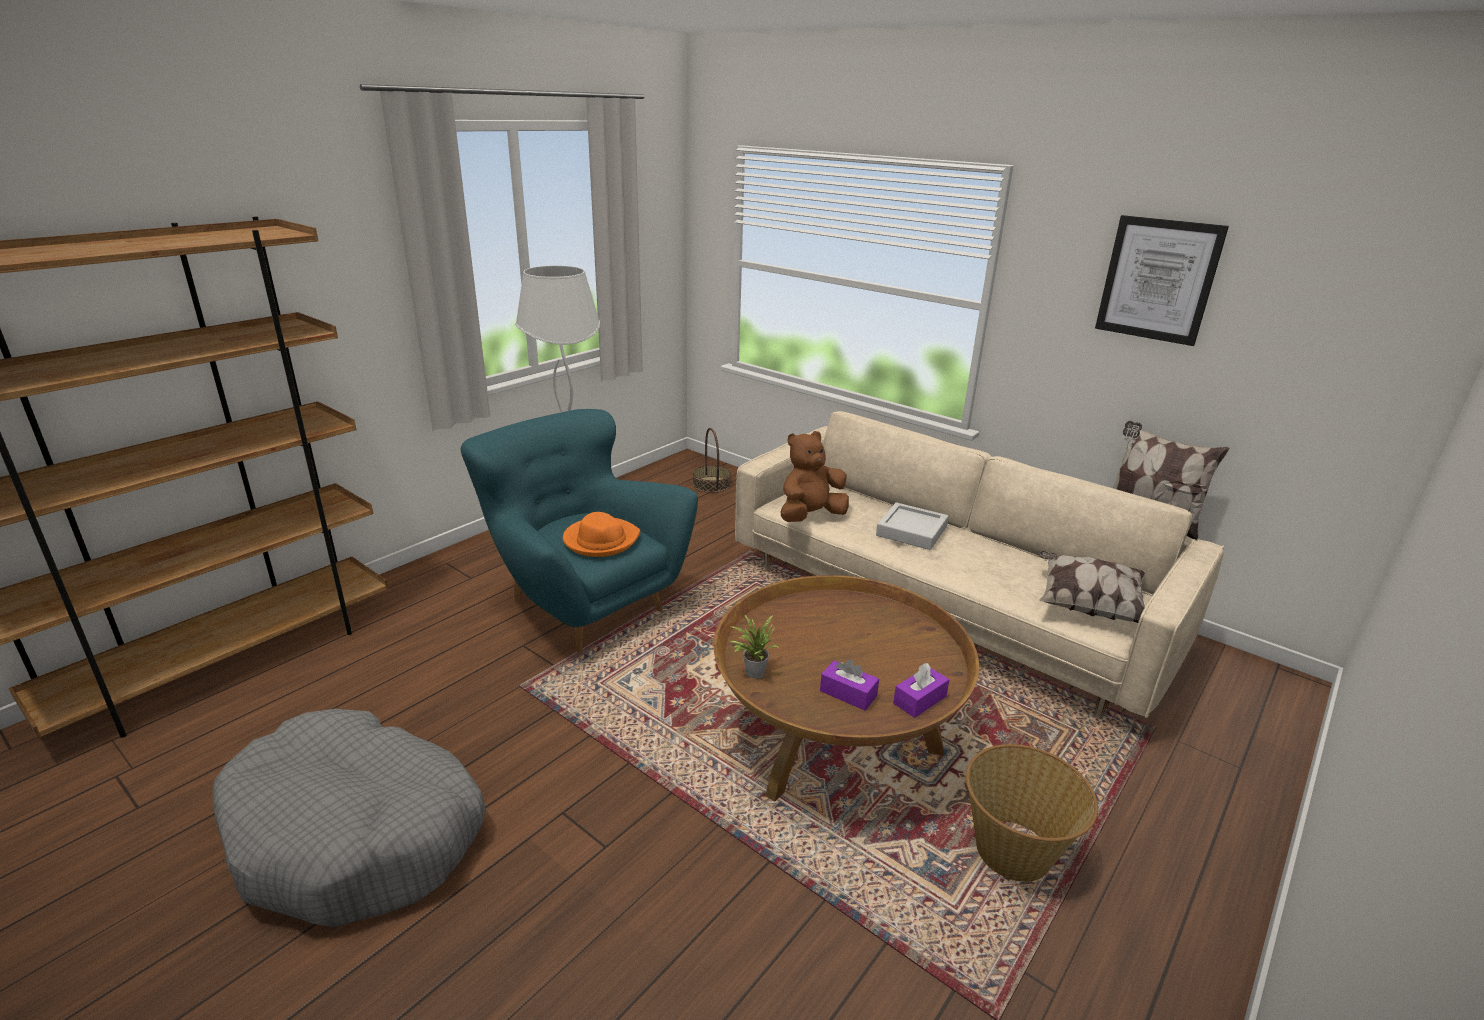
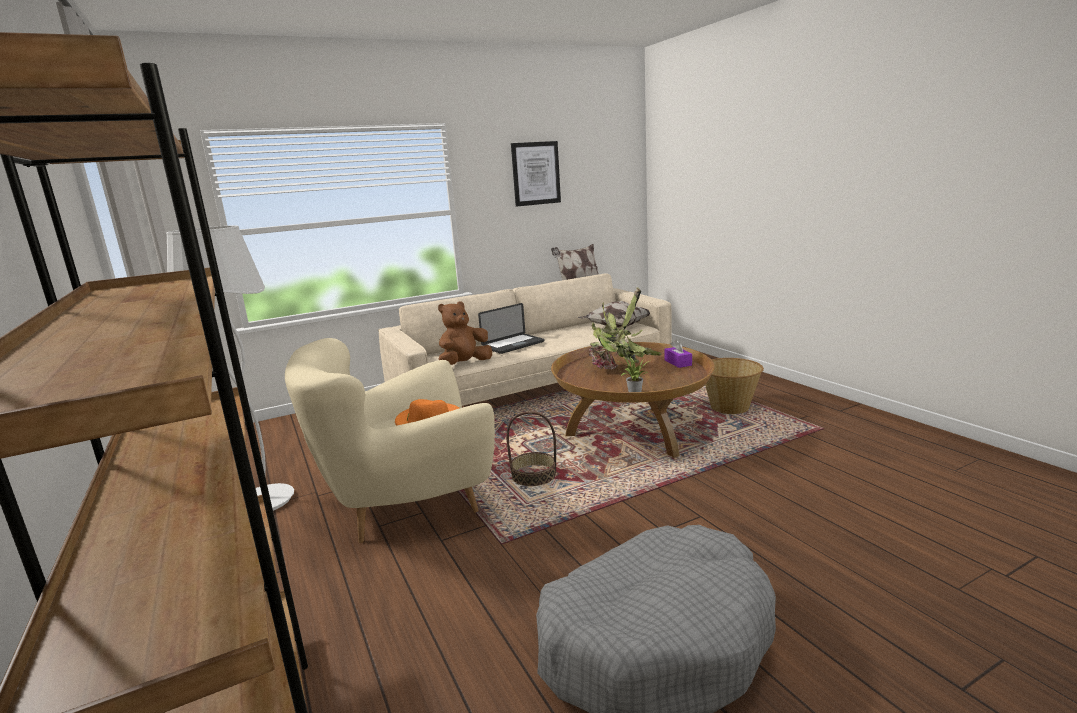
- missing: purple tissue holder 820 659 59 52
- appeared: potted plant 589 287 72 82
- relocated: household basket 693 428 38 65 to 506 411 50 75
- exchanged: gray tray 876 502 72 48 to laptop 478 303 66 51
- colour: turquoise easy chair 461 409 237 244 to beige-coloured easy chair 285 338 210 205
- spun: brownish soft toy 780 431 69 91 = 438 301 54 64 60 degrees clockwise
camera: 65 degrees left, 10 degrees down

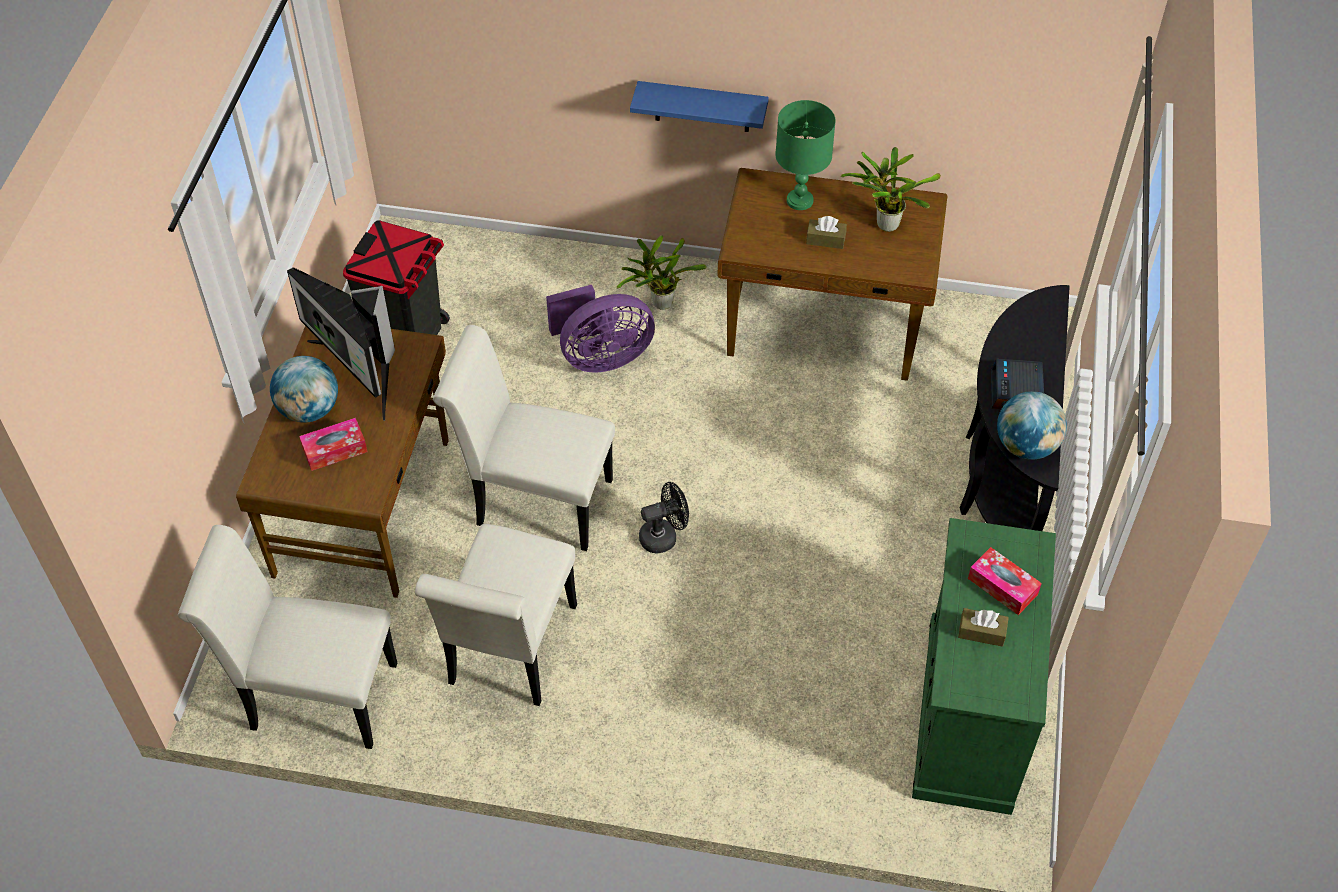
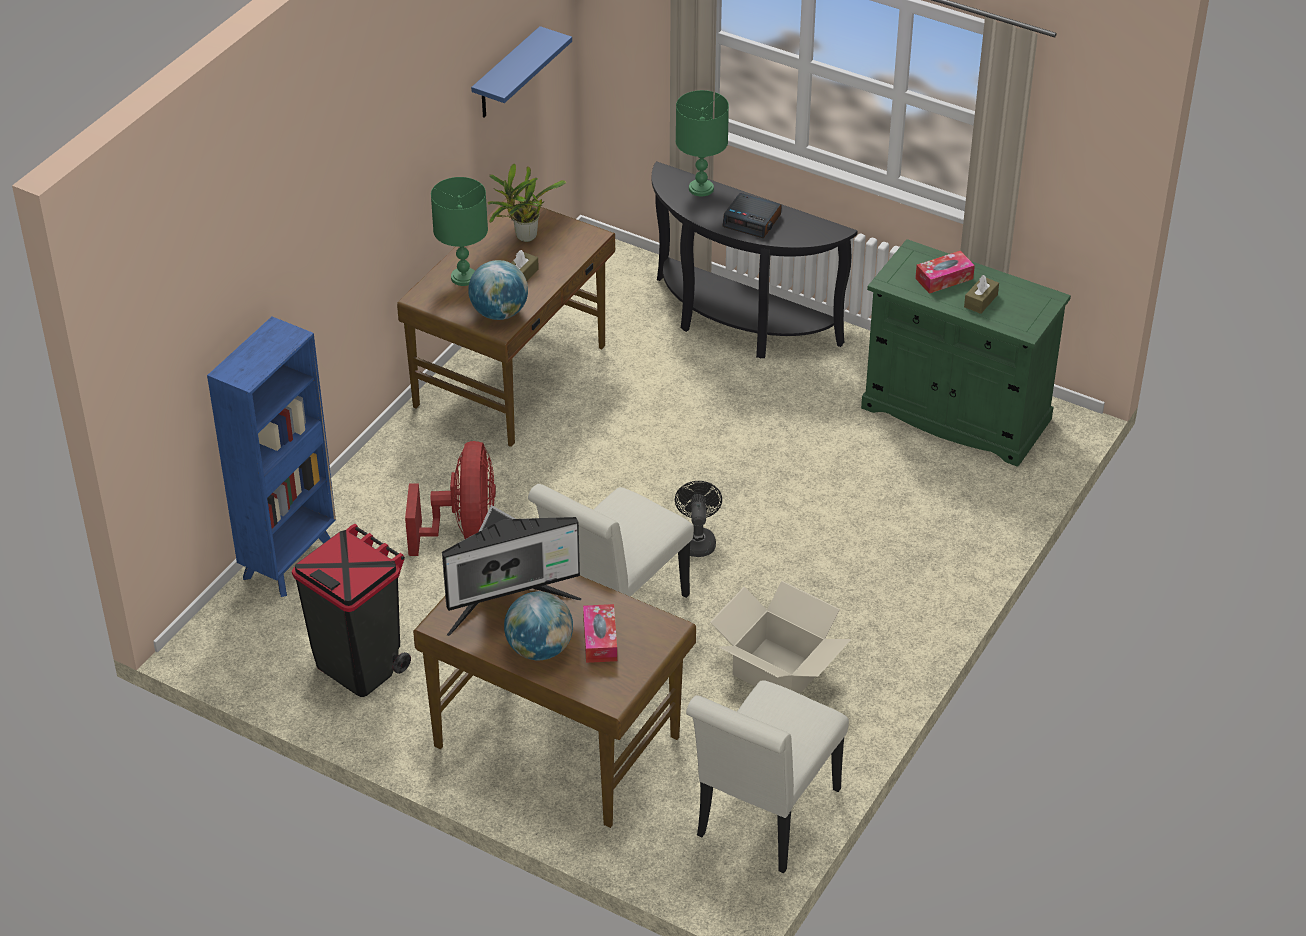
- missing: potted plant 617 235 90 75
- appeared: blue bookcase 207 317 129 280
- appeared: greenish lamp for a table 676 90 53 106
- relocated: blue shelf 630 81 139 51 to 471 26 101 92
- relocated: globe 997 391 70 69 to 468 260 60 60
- exchanged: white-coloured upright chair 415 524 162 182 to packing box 710 581 141 113
- colour: purple electric fan 546 285 109 88 to reddish electric fan 405 441 91 115
camera: 70 degrees left, 10 degrees down

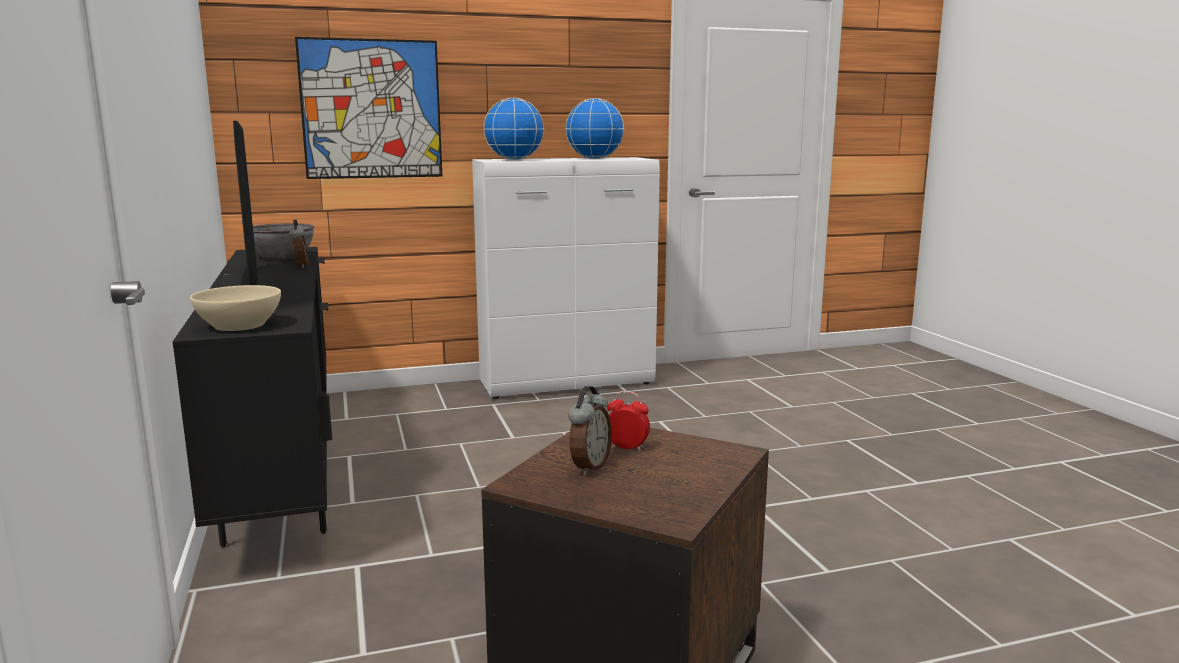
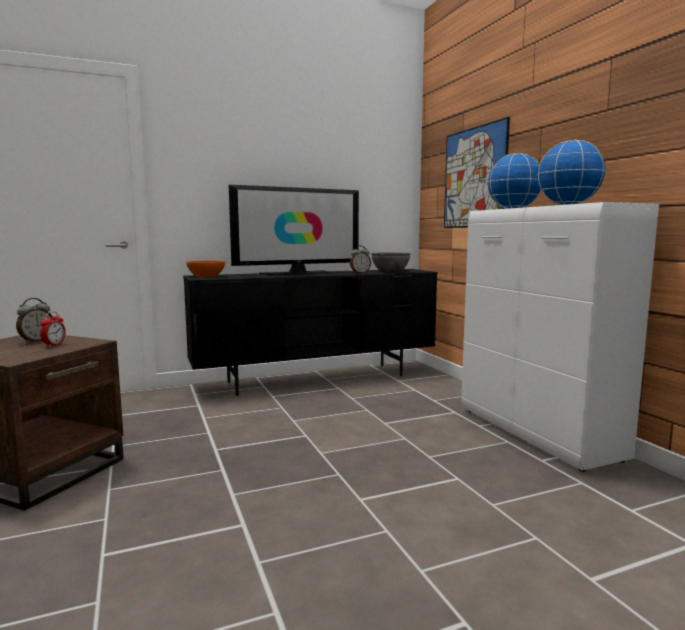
- colour: beige-coloured bowl 190 285 91 46 to orange bowl 186 261 39 16
- spun: bedside clock 568 386 44 89 = 16 298 37 45 75 degrees counterclockwise
camera: 85 degrees right, 5 degrees down

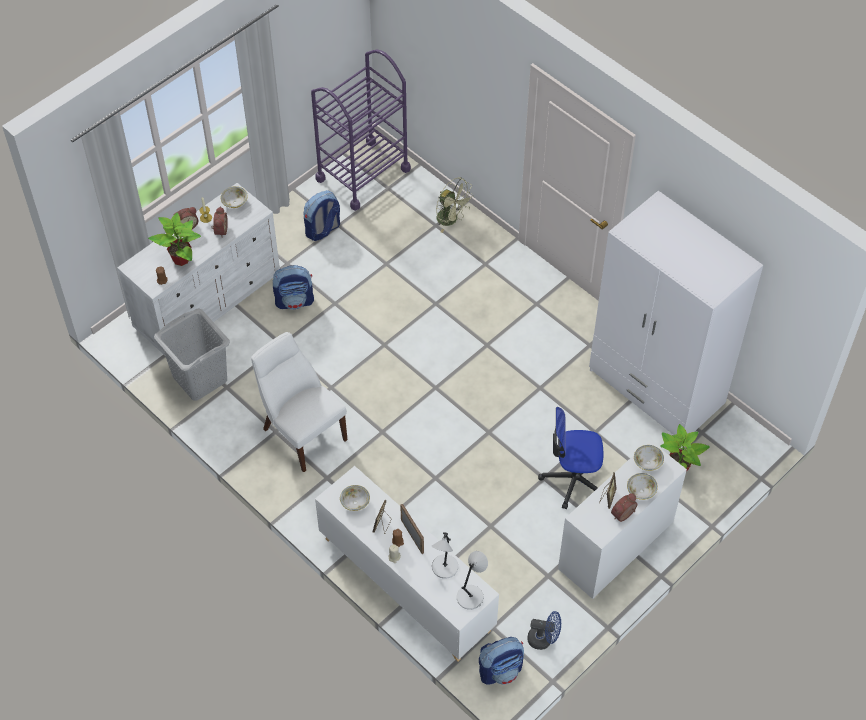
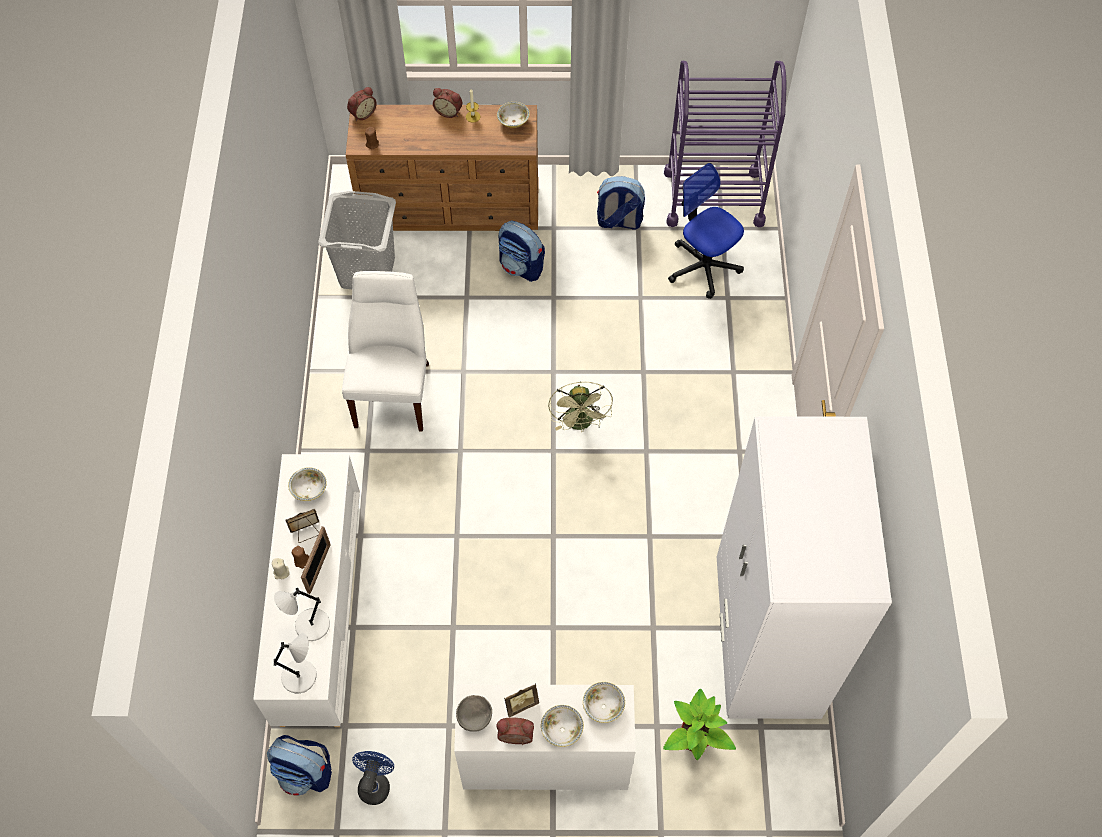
- missing: potted plant 148 213 53 53
- appeared: gray bowl 456 695 36 37
- relocated: bedside clock 211 207 17 30 to 347 87 30 34
- relocated: greenish electric fan 436 177 38 56 to 548 381 65 51
- relocated: office chair 538 407 65 102 to 668 163 76 136
- colour: white-coloured dresser 117 183 163 172 to brownish dresser 346 105 192 126
- spun: blue electric fan 527 611 34 39 = 352 751 42 54 135 degrees counterclockwise
camera: 45 degrees right, 5 degrees up

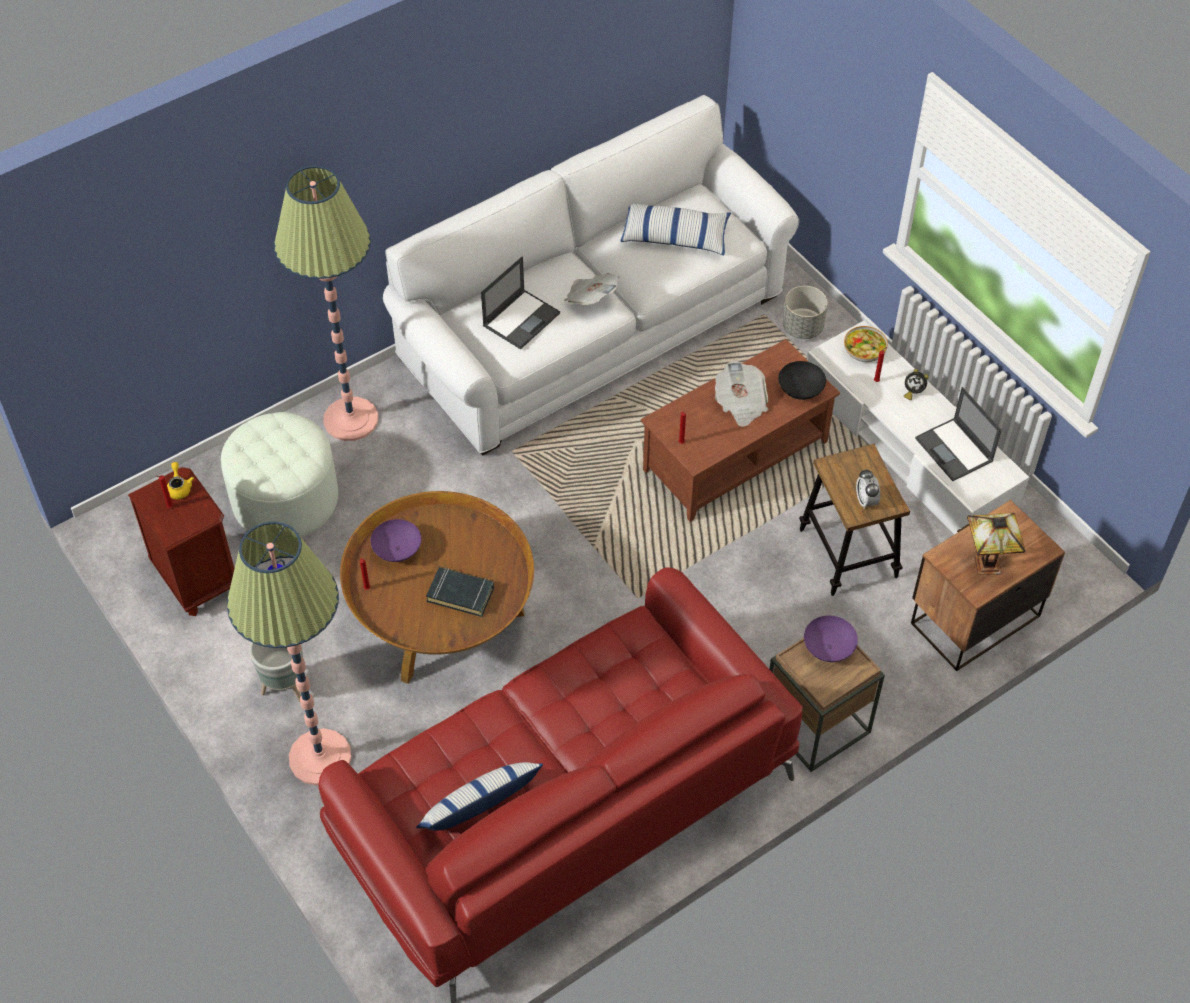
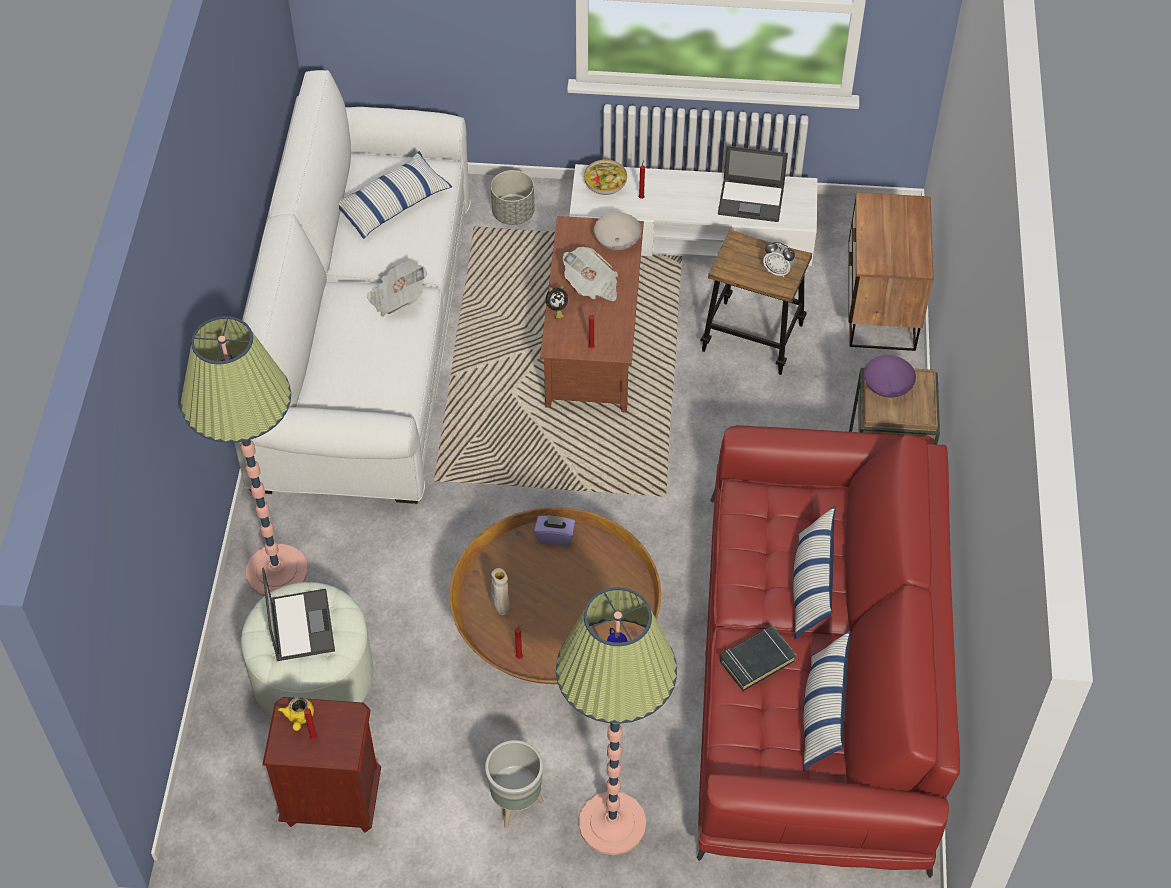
- missing: lamp for a table 967 513 58 62
- appeared: purple tissue holder 534 514 41 31
- appeared: cushion 793 506 42 134
- relocated: black volume 426 567 68 50 to 720 626 77 65
- relocated: laptop 481 256 79 93 to 262 567 73 94
- relocated: bedside clock 904 369 25 31 to 546 285 22 34
- exchanged: purple bowl 371 519 50 43 to beige-coloured vase 491 568 19 47
- colour: black bowl 778 361 48 39 to white-coloured bowl 594 212 48 38
- spun: yellow pot for tea 167 462 27 37 = 278 697 36 34 120 degrees counterclockwise
camera: 50 degrees left, 0 degrees up

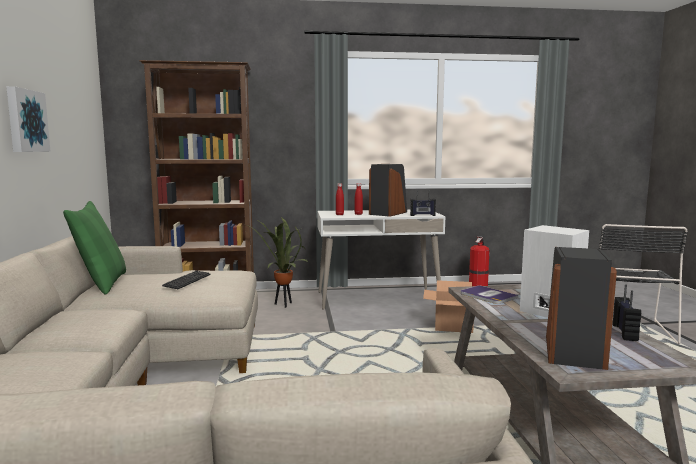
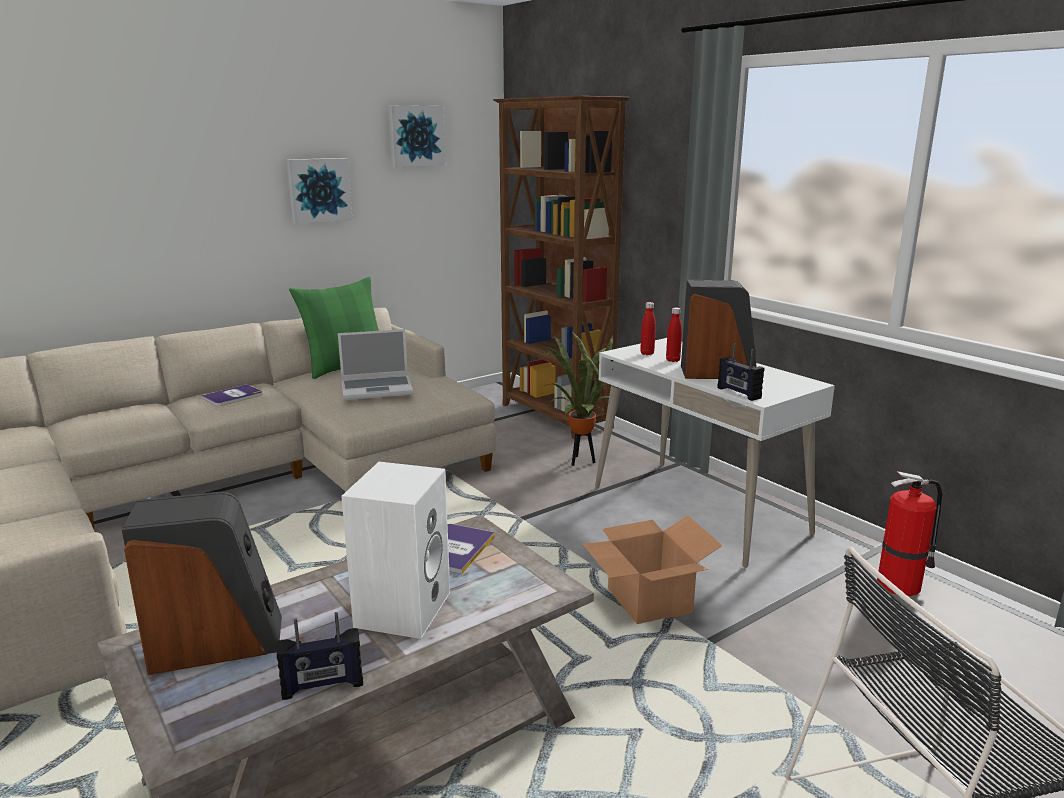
- appeared: volume 201 384 62 22
- appeared: wall art 388 105 57 62
- exchanged: keyboard 162 270 48 19 to laptop 338 329 75 71
camera: 60 degrees right, 10 degrees up

